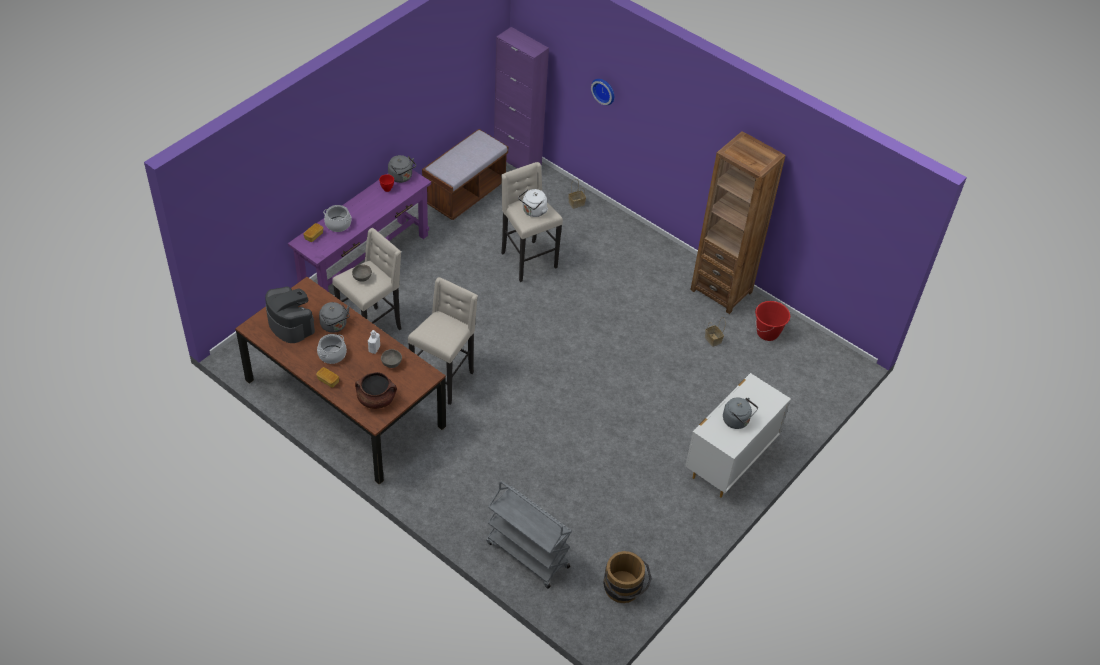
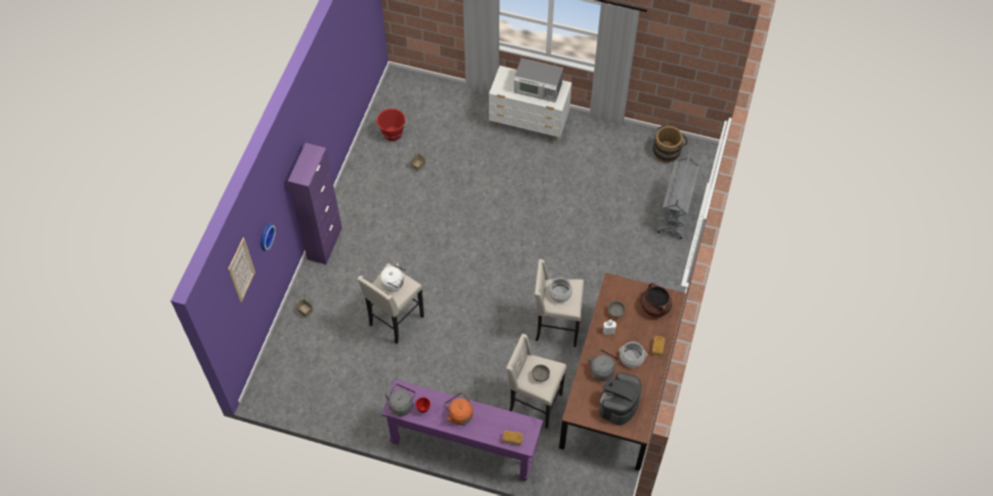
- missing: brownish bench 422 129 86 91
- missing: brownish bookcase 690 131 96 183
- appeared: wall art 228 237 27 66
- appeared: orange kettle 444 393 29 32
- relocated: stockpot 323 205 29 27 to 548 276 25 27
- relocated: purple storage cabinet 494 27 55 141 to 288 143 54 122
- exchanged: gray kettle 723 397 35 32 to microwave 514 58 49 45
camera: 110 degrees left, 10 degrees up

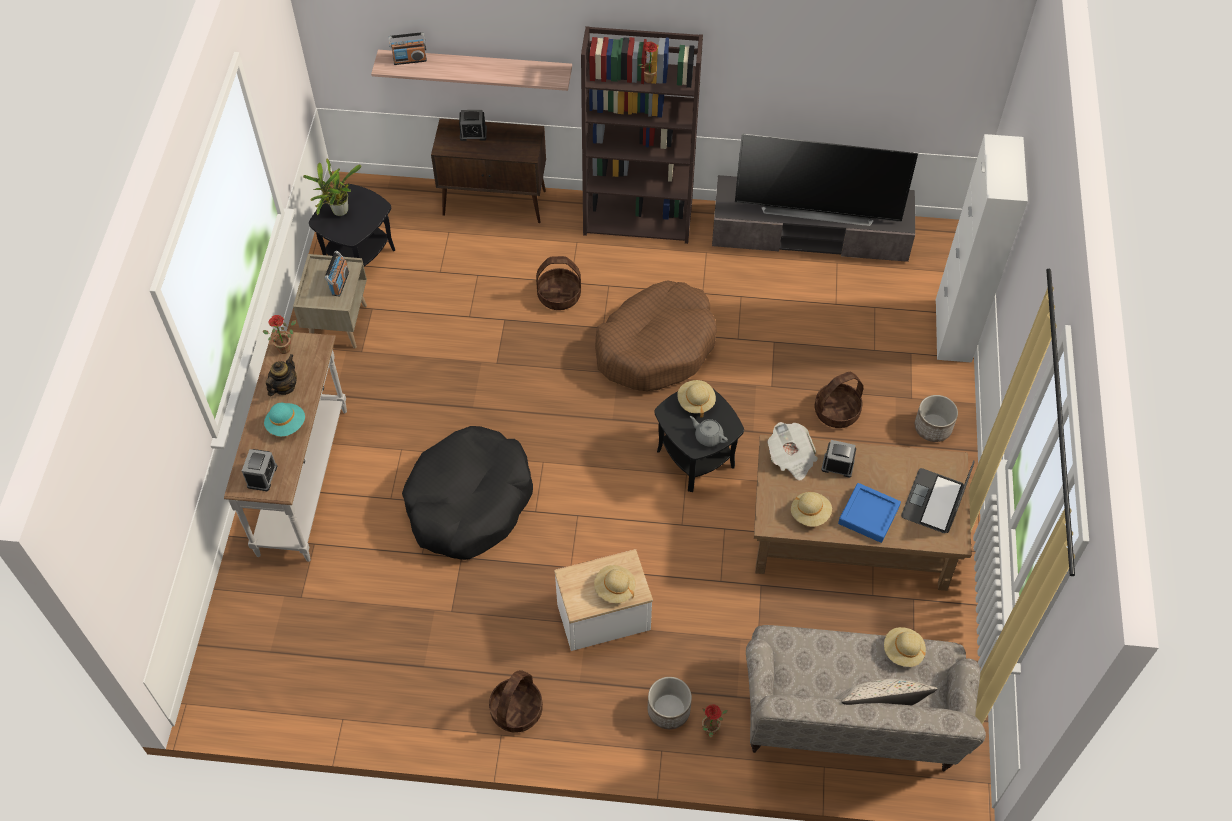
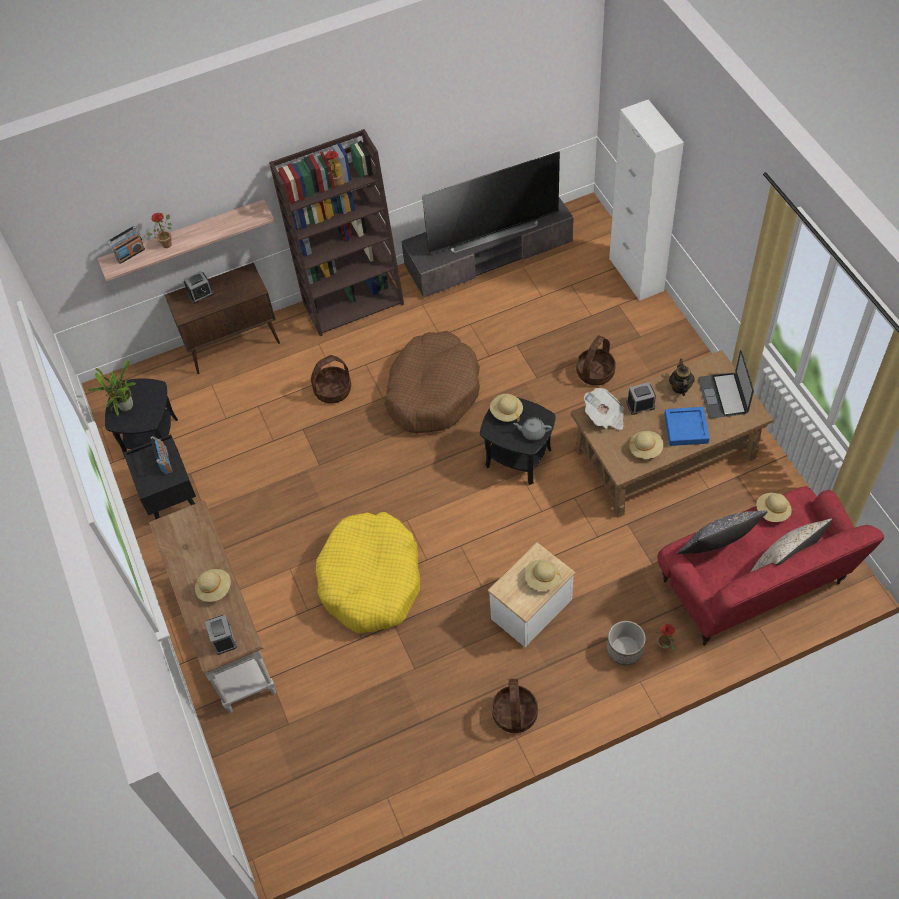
- missing: planter 915 395 43 47
- appeared: gray cushion 677 510 91 44
- relocated: potted plant 263 315 33 39 to 147 213 25 35
- relocated: pot for tea 266 354 31 42 to 669 359 26 37
- colour: turquoise clothing hat 264 403 41 33 to beige-coloured clothing hat 195 569 36 33
- colour: beige-coloured night table 293 254 74 95 to black night table 123 434 73 85
- colour: black pet bed 402 426 131 134 to yellow pet bed 316 512 104 122
- colour: beige-coloured sofa 746 625 240 146 to reddish sofa 657 486 227 159
camera: 25 degrees left, 0 degrees up

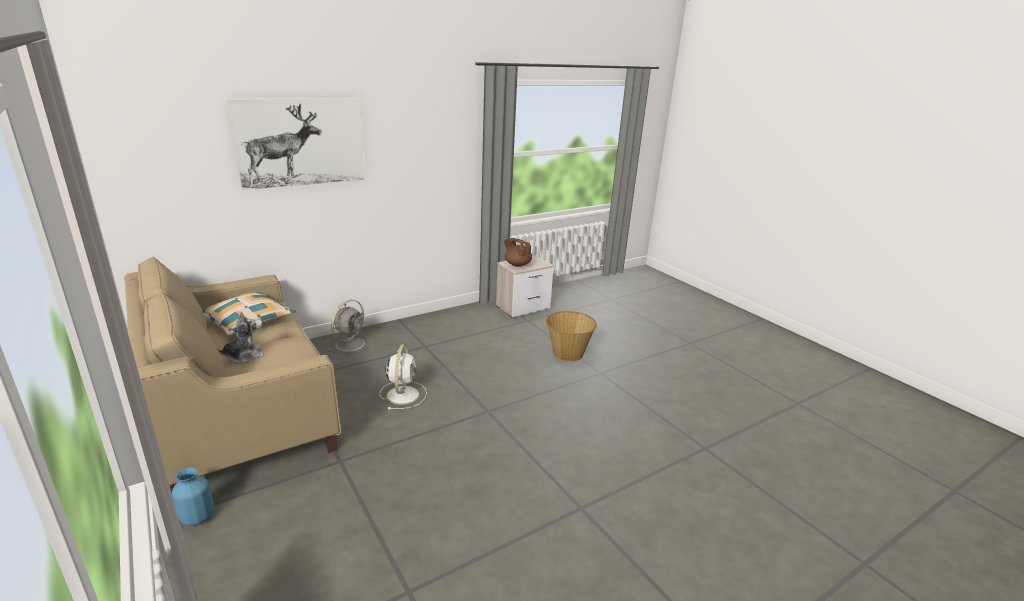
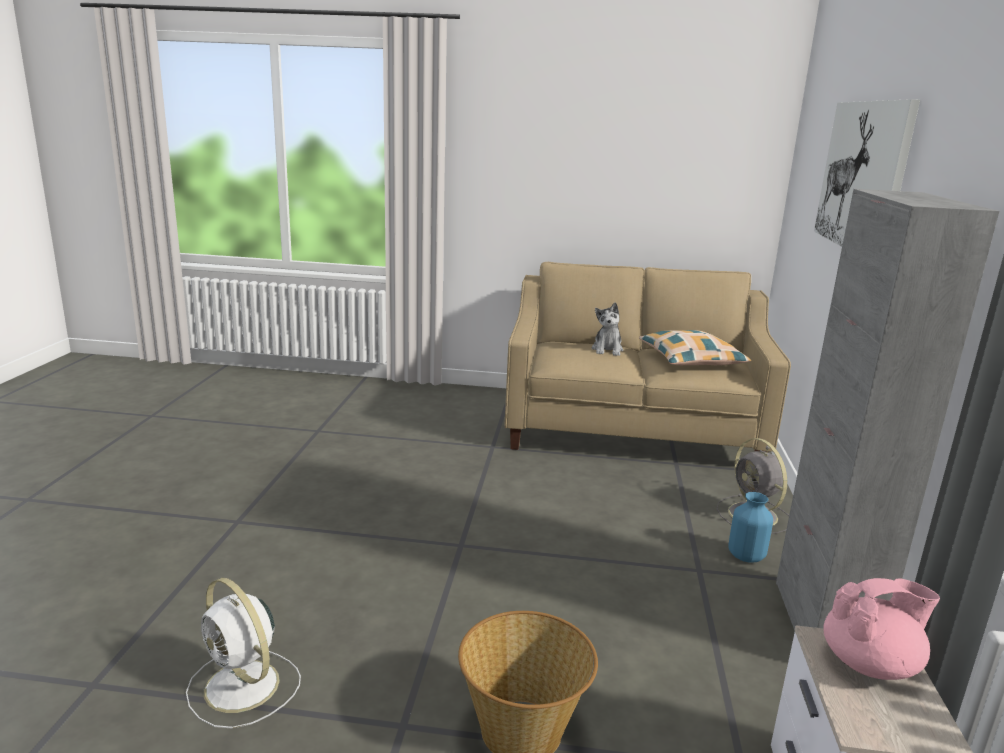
- appeared: gray storage cabinet 776 189 223 442
- relocated: blue vase 172 467 42 59 to 728 492 45 71
- relocated: white-coloured electric fan 380 344 47 65 to 186 577 115 152
- colour: brownish pot for tea 504 238 28 29 to pink-coloured pot for tea 823 578 117 102
camera: 130 degrees right, 5 degrees down

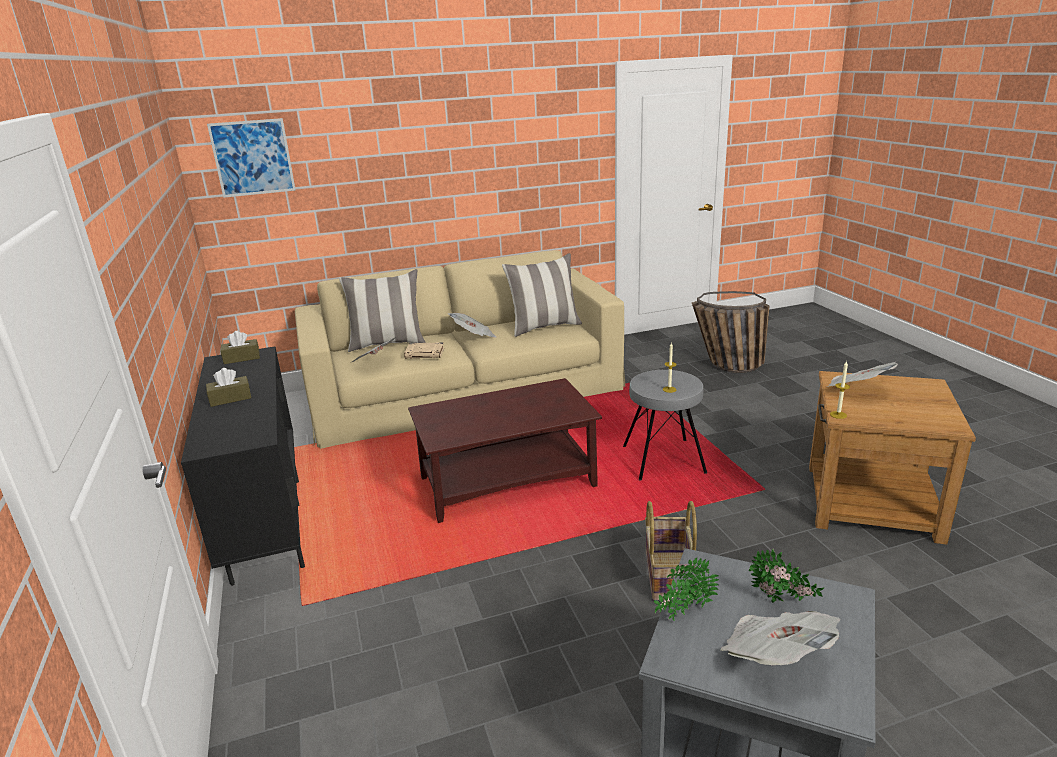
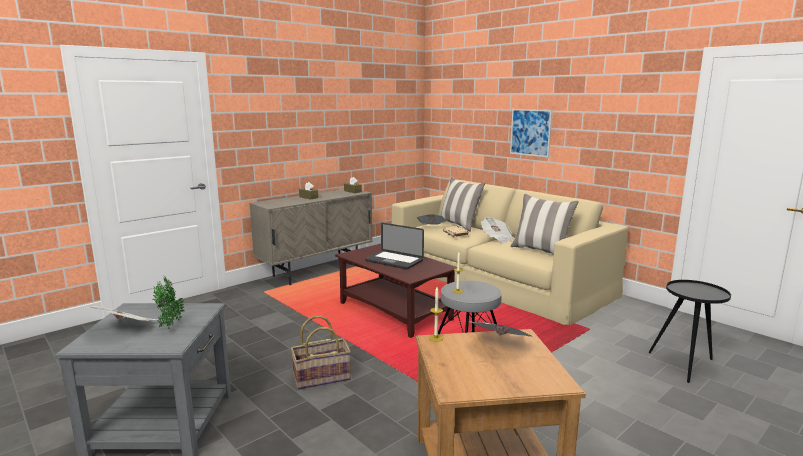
- appeared: laptop 365 223 59 46
- relocated: wall art 207 118 89 80 to 510 109 42 48
- exchanged: household basket 692 291 78 82 to black end table 649 280 82 103
- colour: black storage cabinet 181 346 124 240 to beige-coloured storage cabinet 249 189 124 96
camera: 65 degrees right, 10 degrees down

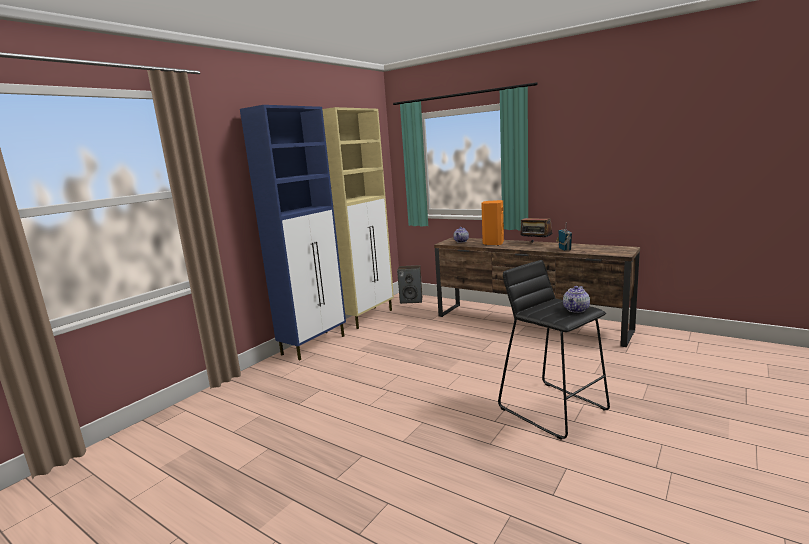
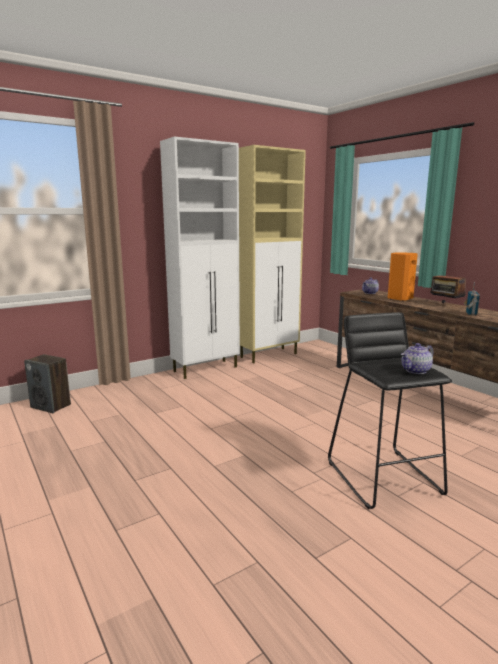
- relocated: loudspeaker 397 265 25 39 to 24 354 47 59
- colour: blue storage cabinet 240 105 106 255 to white-coloured storage cabinet 160 136 80 243
camera: 20 degrees right, 0 degrees up

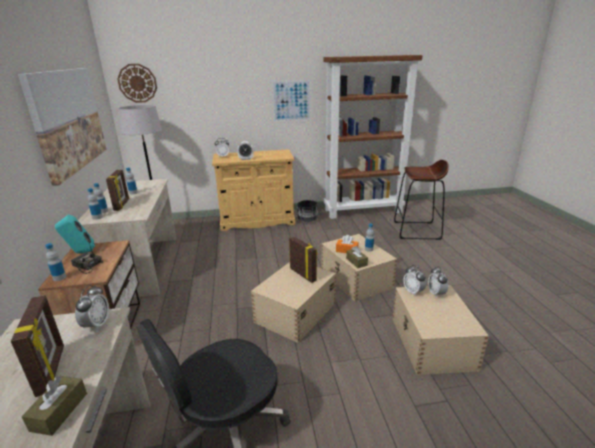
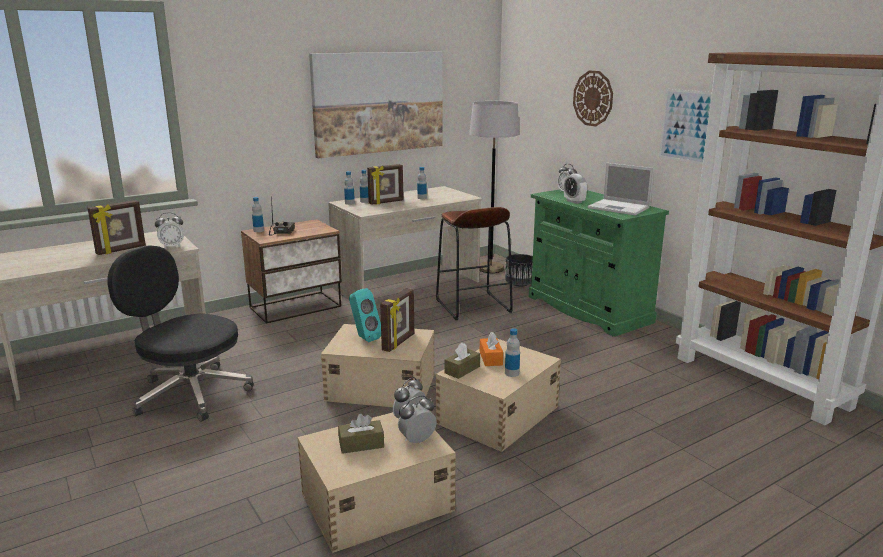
- appeared: laptop 588 163 66 52
- relocated: brownish tissue holder 22 376 65 60 to 338 414 46 40
- relocated: turquoise loudspeaker 55 215 40 39 to 349 288 32 54
- relocated: clock on the wall 117 64 40 39 to 573 71 40 56
- relocated: black planter 297 200 21 22 to 505 254 28 33
- relocated: brownish stool seat 394 160 55 80 to 436 207 77 113
- colour: beige-coloured storage cabinet 212 149 83 82 to greenish storage cabinet 529 190 140 147
camera: 65 degrees right, 5 degrees down

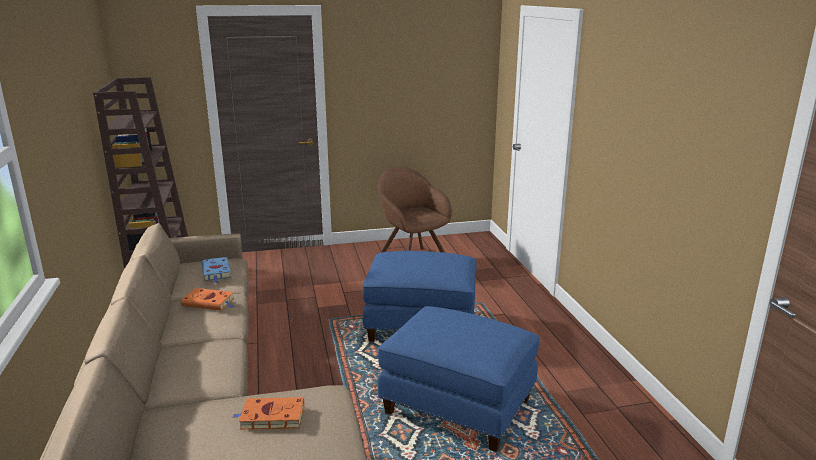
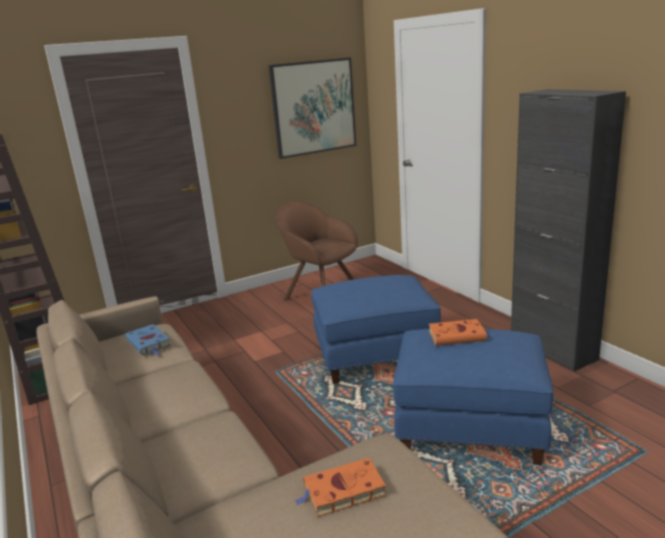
- appeared: wall art 268 58 88 101
- appeared: black storage cabinet 511 89 115 283
- relocated: orange volume 181 288 54 22 to 429 319 63 27
camera: 15 degrees left, 0 degrees up

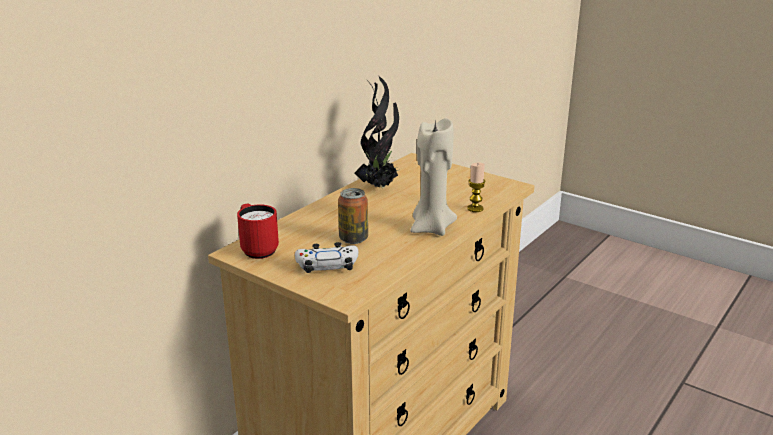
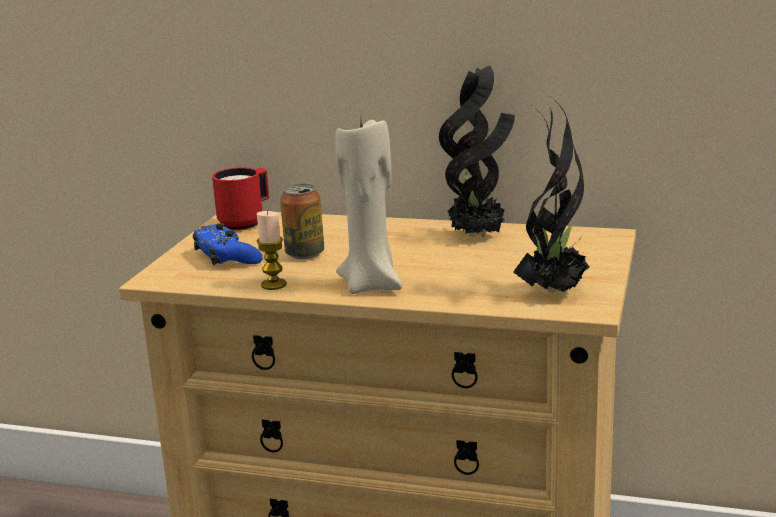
- appeared: potted plant 513 98 77 195
- relocated: candle 467 163 18 49 to 257 211 30 79
- colour: white-coloured game controller 295 242 63 31 to blue game controller 193 223 69 42
camera: 70 degrees right, 5 degrees down

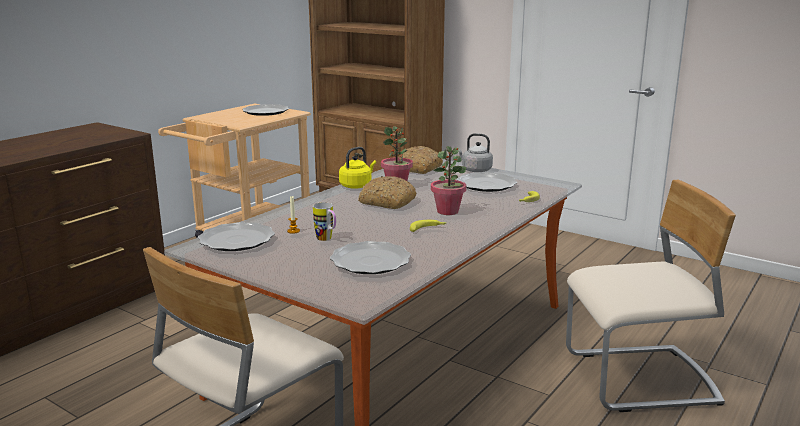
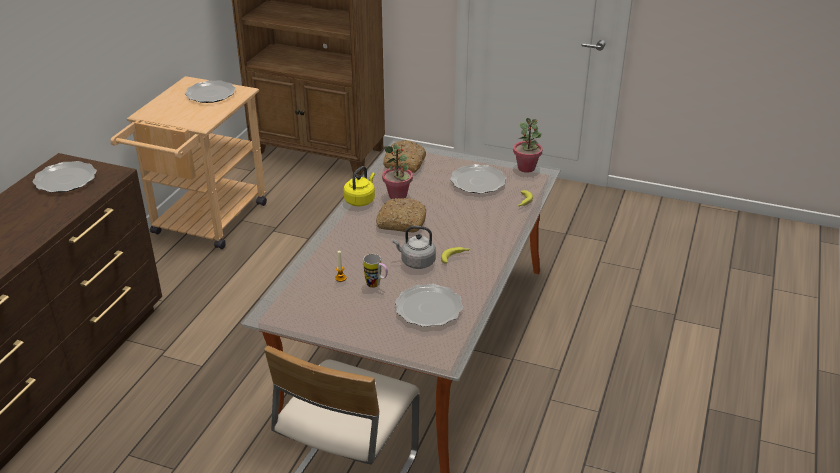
- missing: beige-coloured upright chair 566 180 170 232
- relocated: plate 198 222 77 29 to 32 161 65 31
- relocated: potted plant 431 146 35 69 to 513 118 30 55
- relocated: gray kettle 456 133 37 39 to 393 226 43 43
camera: 15 degrees left, 15 degrees up

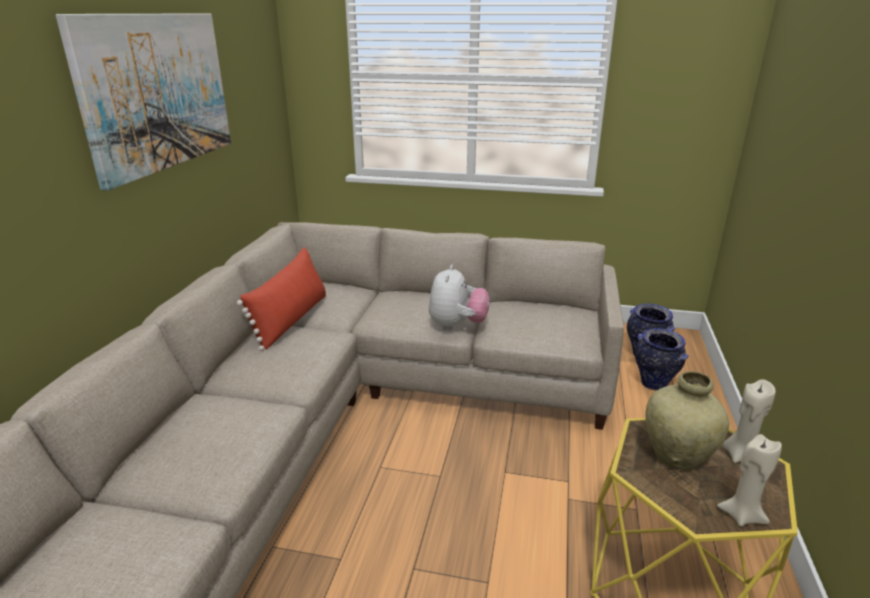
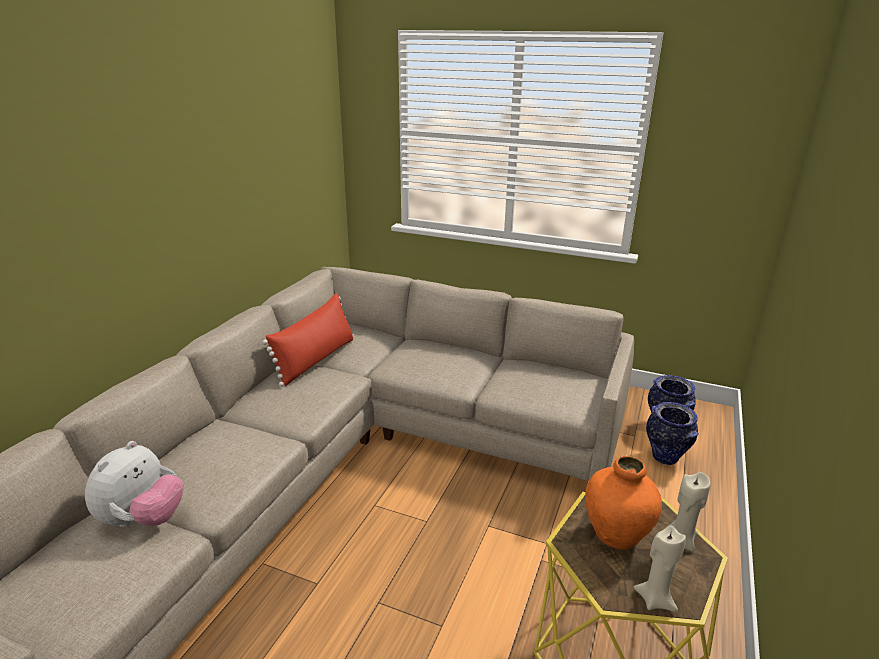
- missing: wall art 56 13 175 178
- relocated: soft toy 429 265 60 66 to 85 441 99 86
- colour: beige-coloured vase 645 372 84 98 to orange vase 585 456 77 94
camera: 10 degrees right, 0 degrees up

